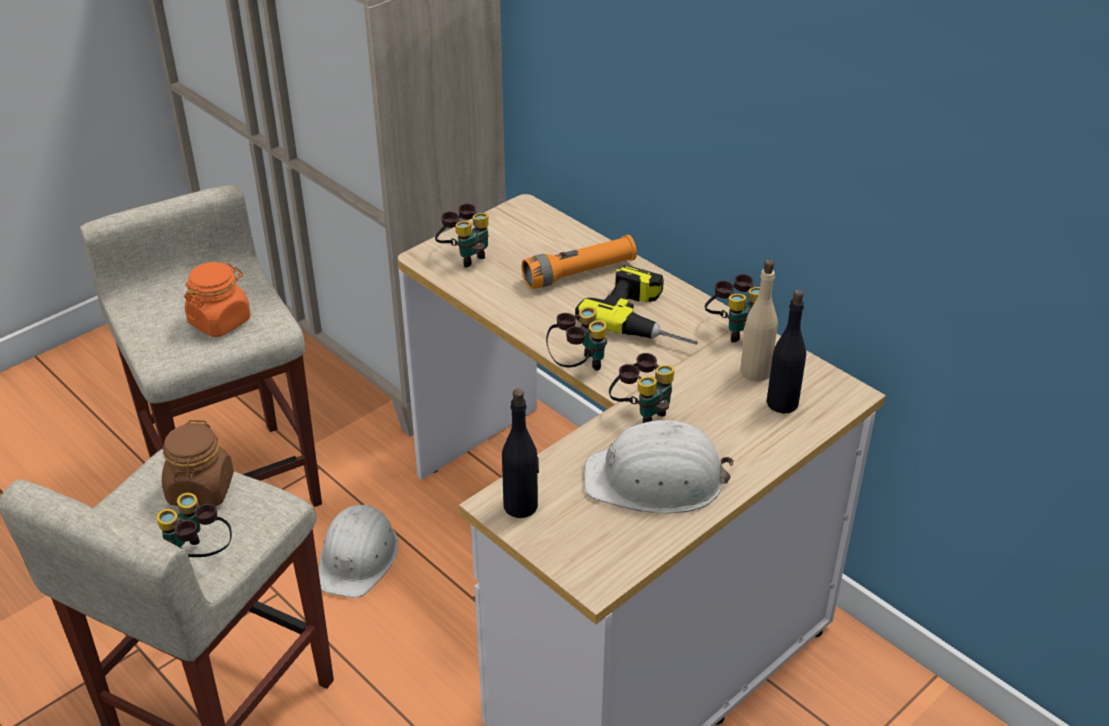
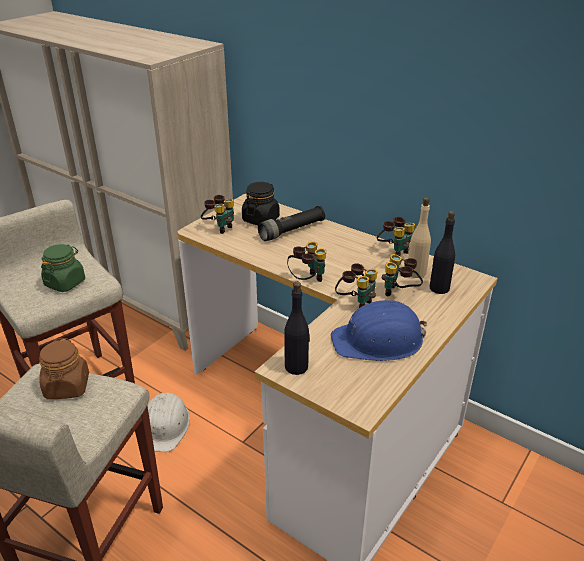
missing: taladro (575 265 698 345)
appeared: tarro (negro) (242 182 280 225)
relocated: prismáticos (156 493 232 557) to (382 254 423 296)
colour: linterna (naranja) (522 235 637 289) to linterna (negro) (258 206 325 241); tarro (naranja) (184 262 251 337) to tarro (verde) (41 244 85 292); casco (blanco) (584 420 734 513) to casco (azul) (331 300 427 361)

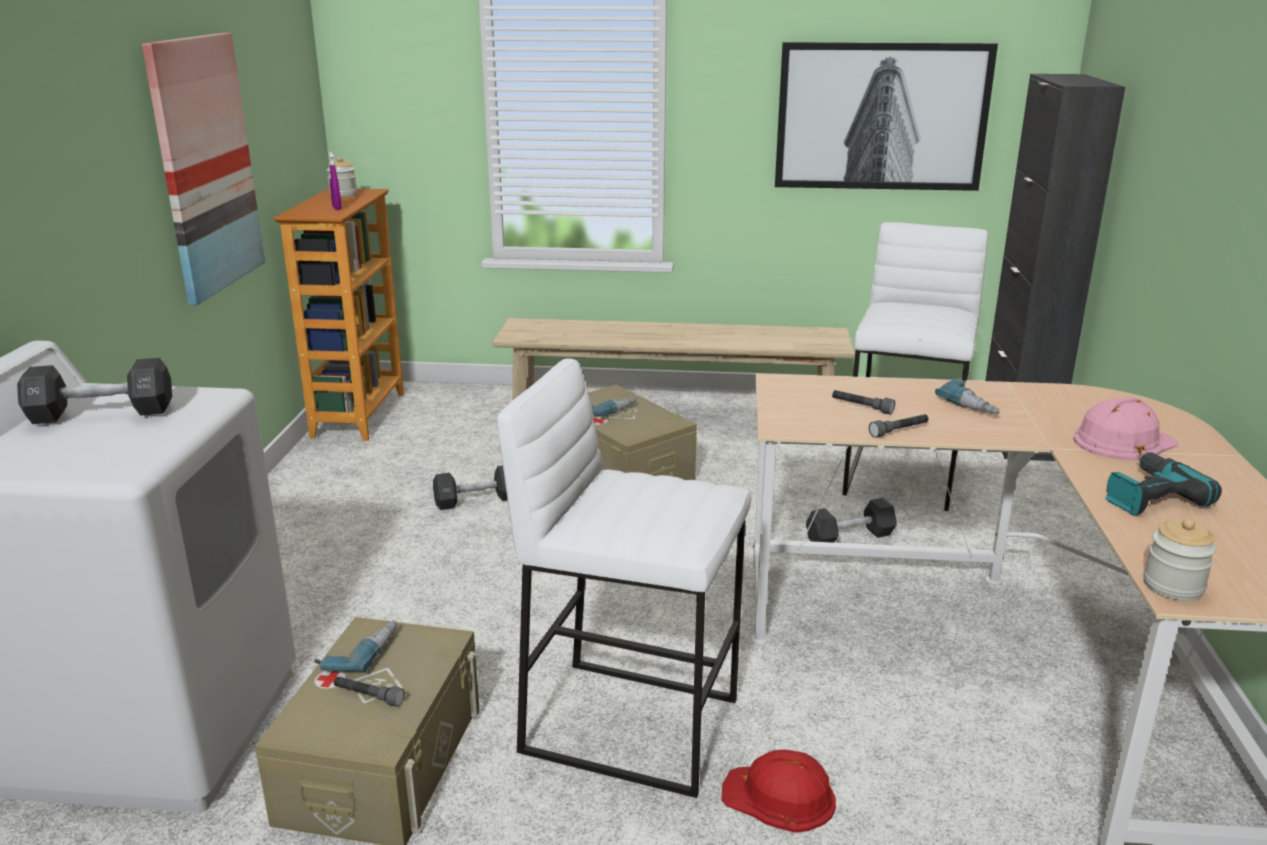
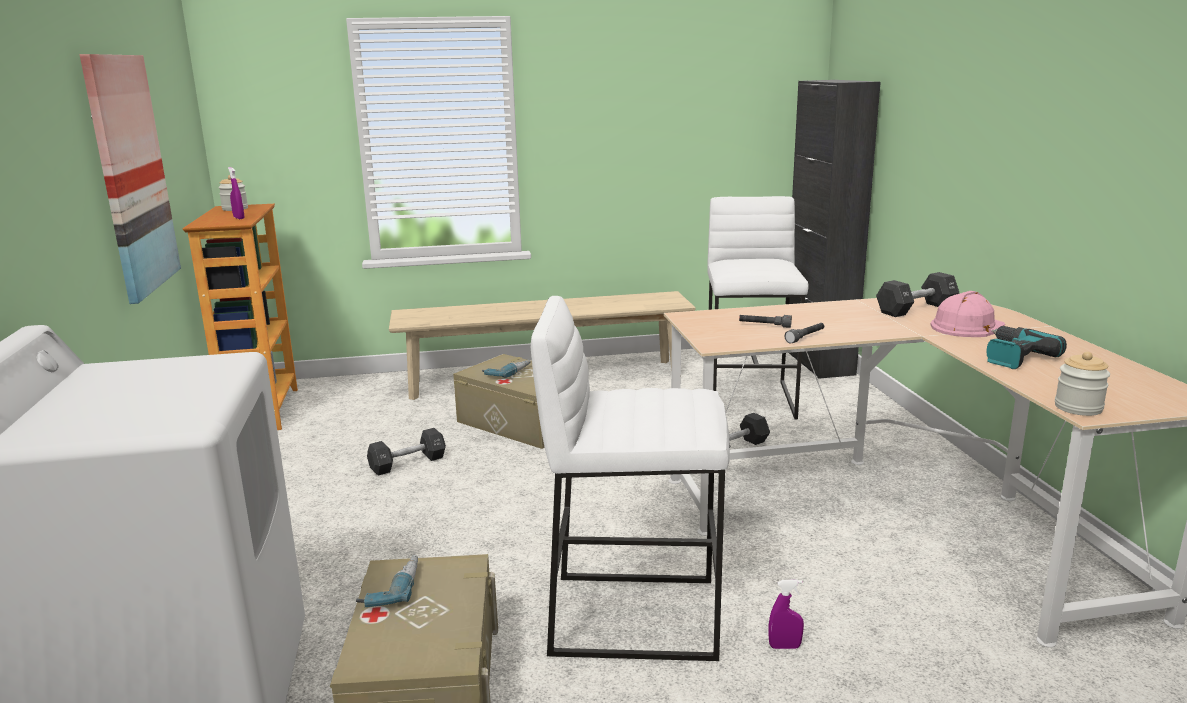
missing: cuadro (775 42 998 191); taladro (935 379 1000 414); linterna (gris) (334 677 405 707)
relocated: mancuerna (negro) (17 358 172 424) to (876 272 959 317)
exchanged: casco (rojo) (721 749 836 833) to pulverizador (morado) (768 579 804 649)

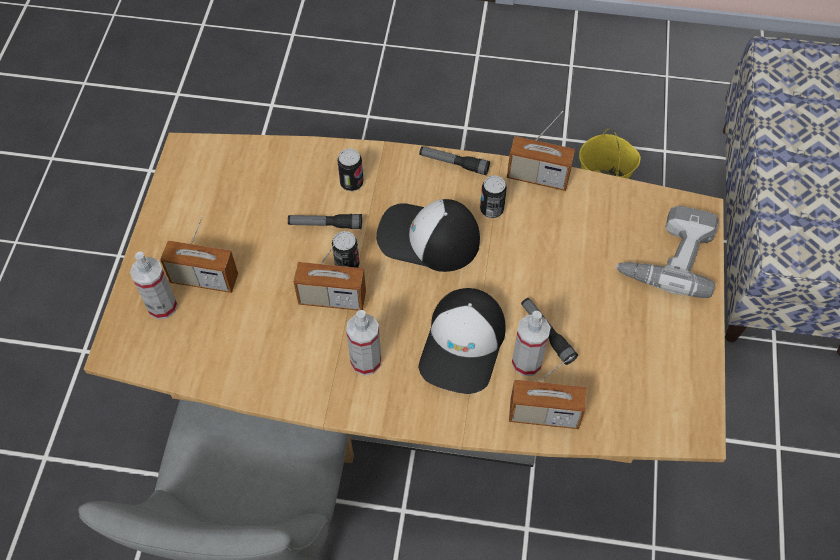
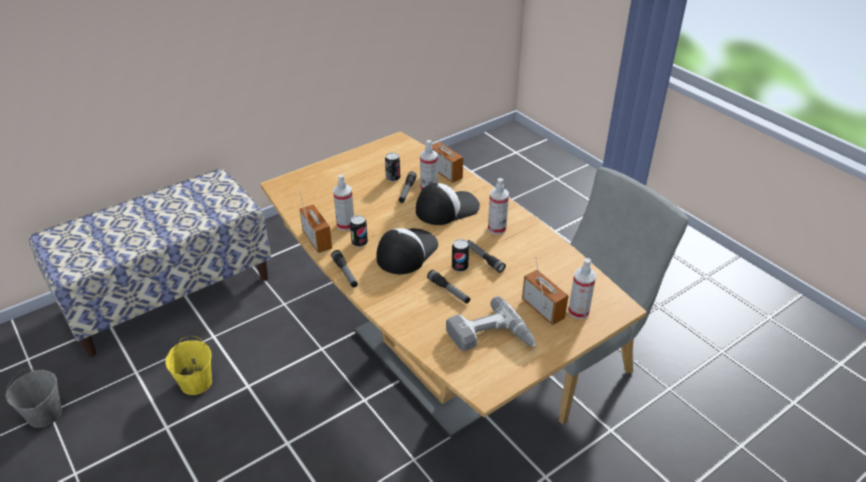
appeared: pulverizador (333 175 354 231); cubo (gris) (5 369 62 428)
relocated: lata (337 148 364 191) to (385 153 400 182); taladro (615 206 719 298) to (446 296 536 351)
exchanged: radio (294 235 366 310) to linterna (467 240 506 273)
spun: gorra (376 199 480 272) = (377 228 438 274) 120 degrees counterclockwise

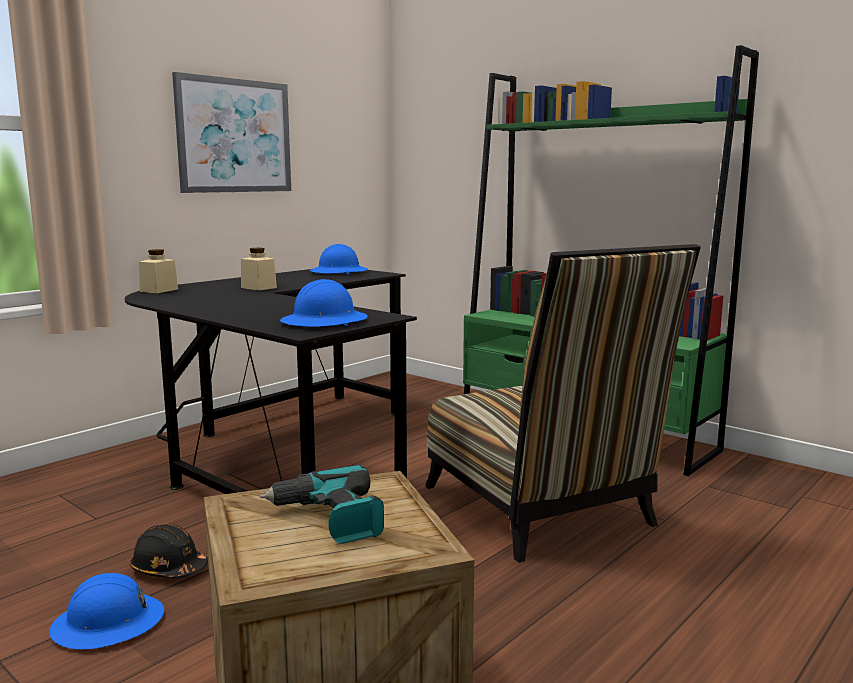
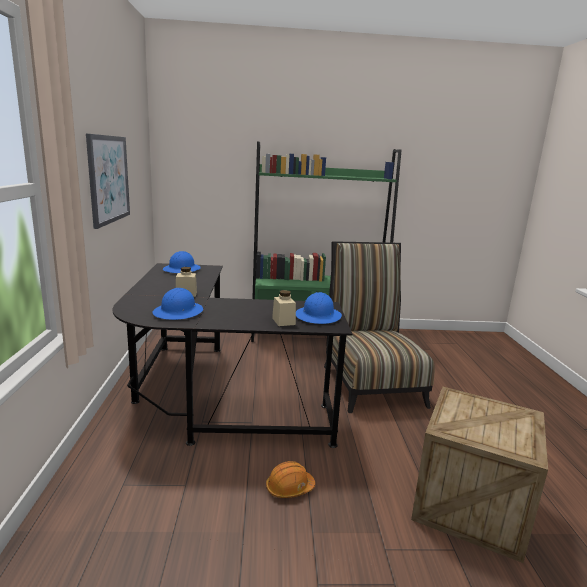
missing: taladro (260 464 384 544)
relocated: tarro (beis) (139 249 178 293) to (272 290 296 326); casco (azul) (49 573 164 650) to (153 288 203 320)
colour: casco (negro) (130 523 208 578) to casco (naranja) (266 461 315 498)
spun: silla (425 244 701 563) = (324 241 435 413) 120 degrees counterclockwise

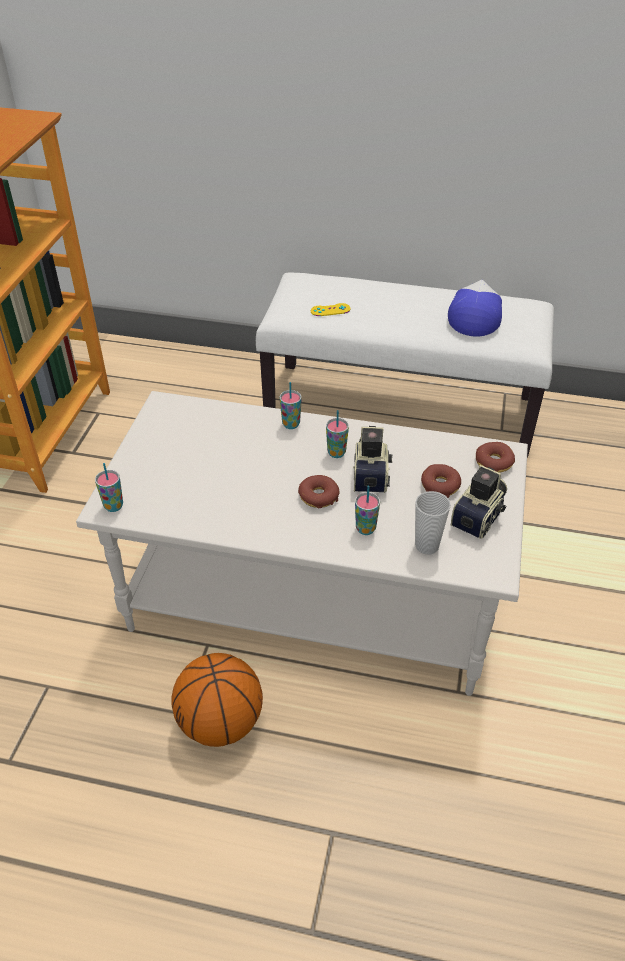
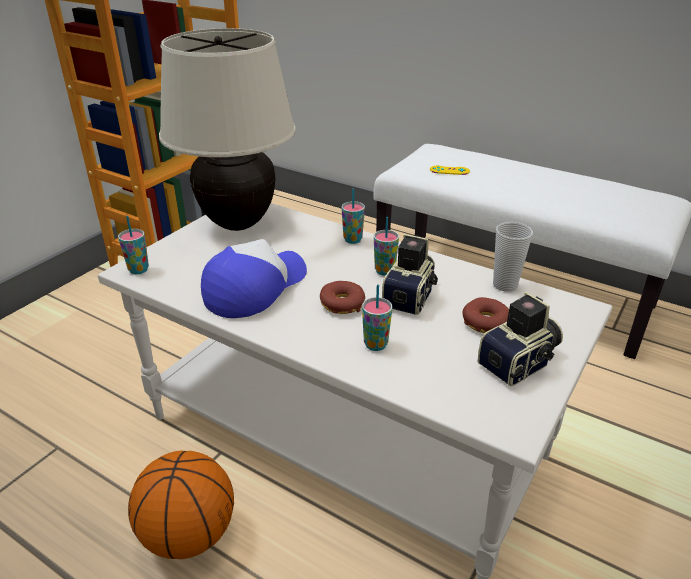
missing: rosquilla (476 442 515 473)
appeared: lámpara de mesa (beis) (159 28 296 231)
relocated: gorra (448 280 502 337) to (201 239 307 318); taza (415 491 451 555) to (493 222 533 292)

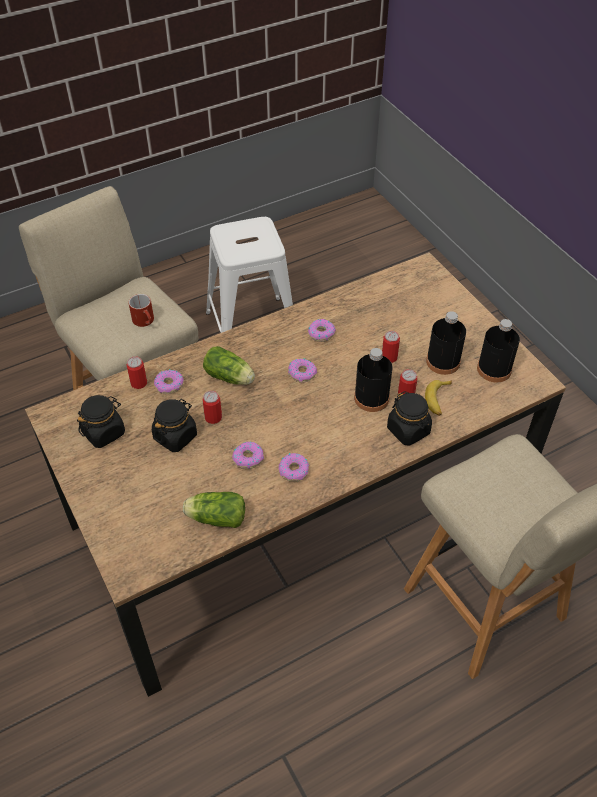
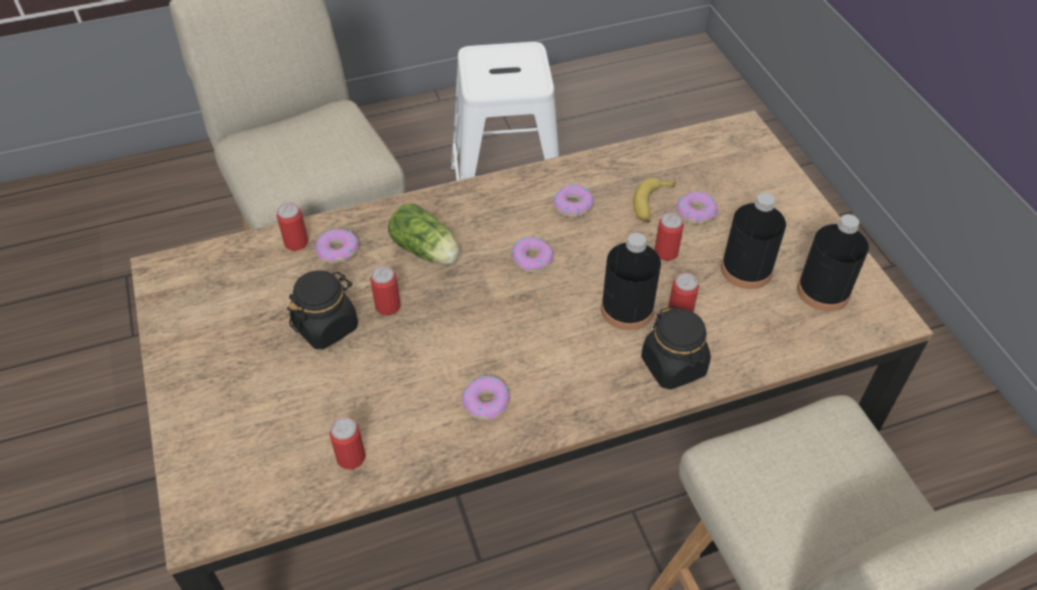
missing: taza grande (rojo) (128 294 154 327); tarro (negro) (77 395 125 448)
relocated: plátano (425 380 452 416) to (633 178 676 223); rosquilla (232 441 264 469) to (676 191 718 224)
exchanged: lechuga (183 492 245 528) to lata (329 417 365 469)

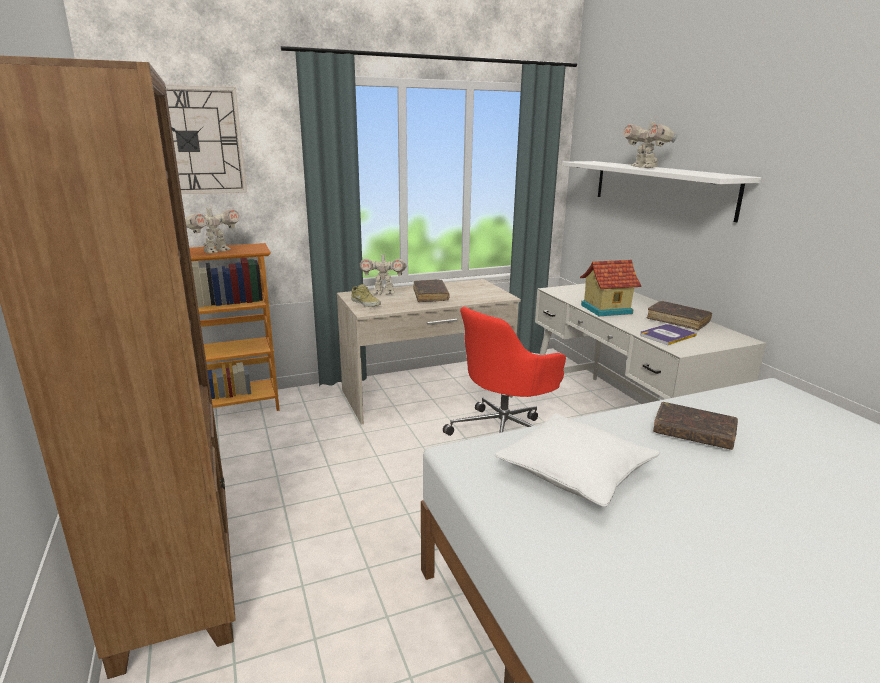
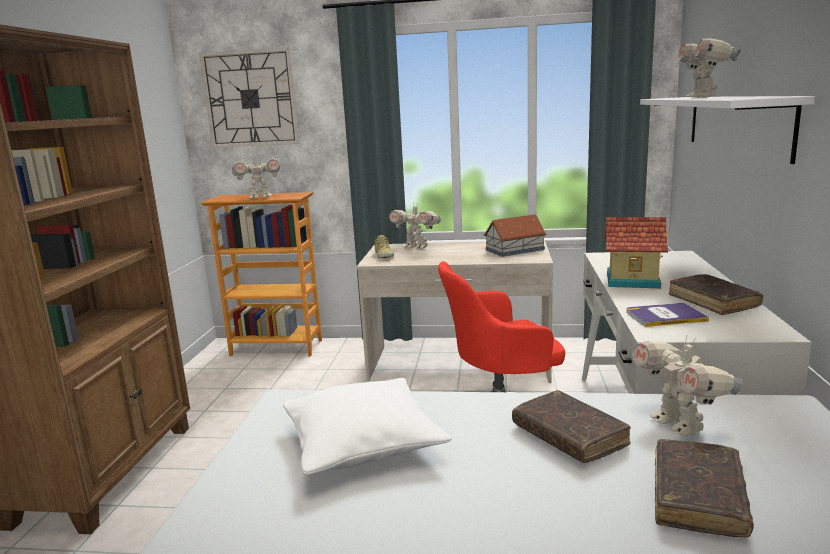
appeared: casita (484 214 546 257); robot de juguete (632 336 743 436)
relocated: libro (marrón) (413 280 449 302) to (655 439 754 538)

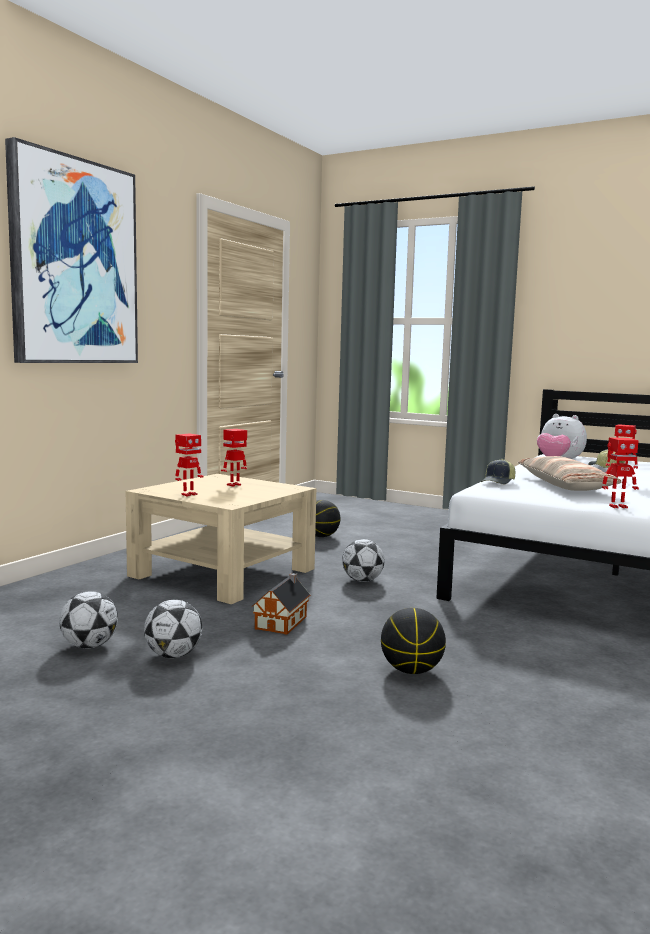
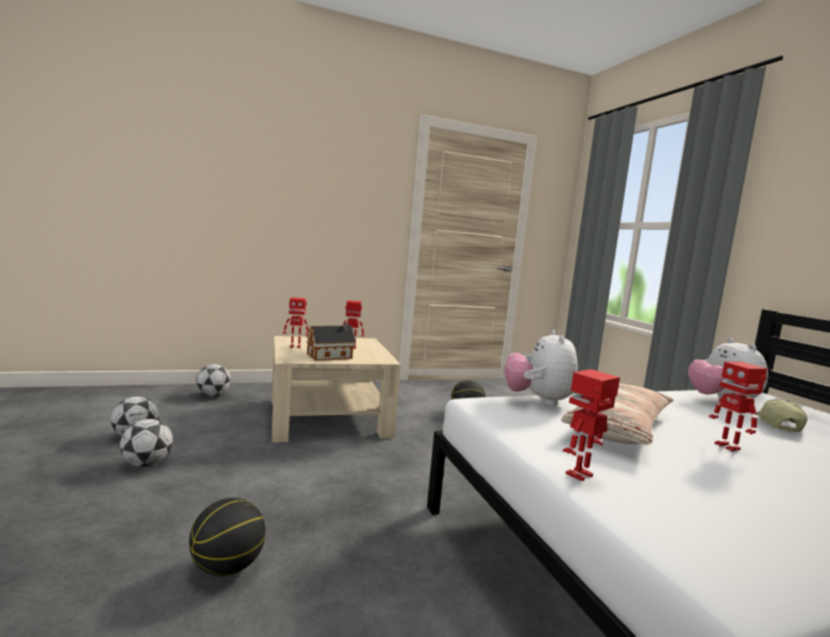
missing: cuadro (5 137 138 363)
relocated: balón de fútbol (342 539 385 582) to (196 364 231 397); casita (252 573 310 635) to (306 323 356 361)
exchanged: gorra (481 459 515 484) to peluche (504 330 578 406)
spun: robot de juguete (602 438 639 508) = (563 369 620 481) 105 degrees clockwise

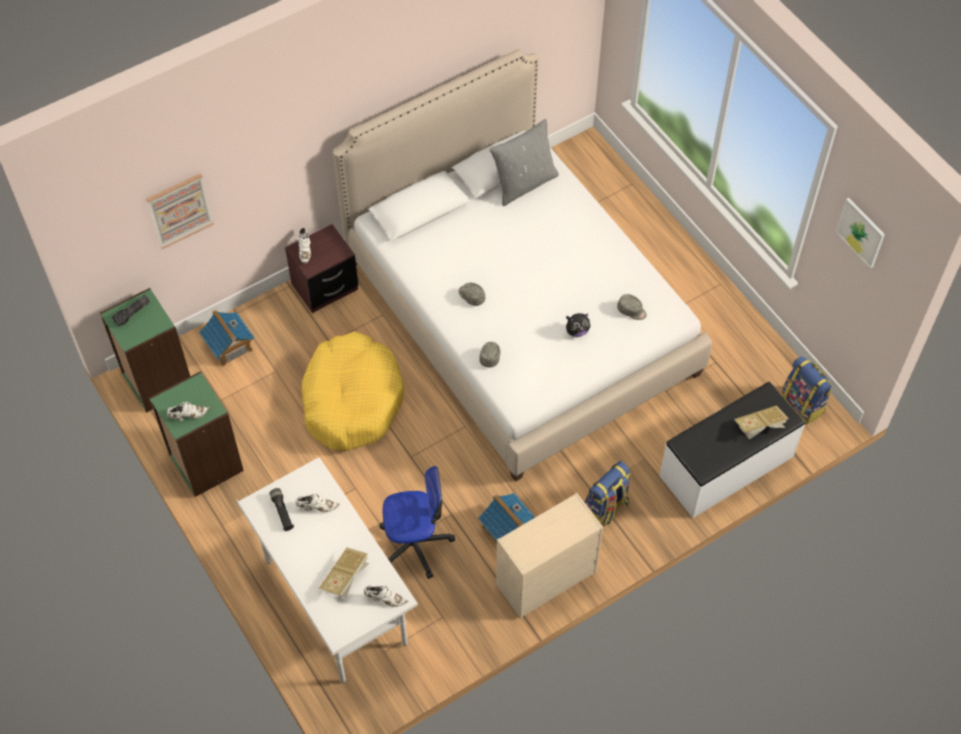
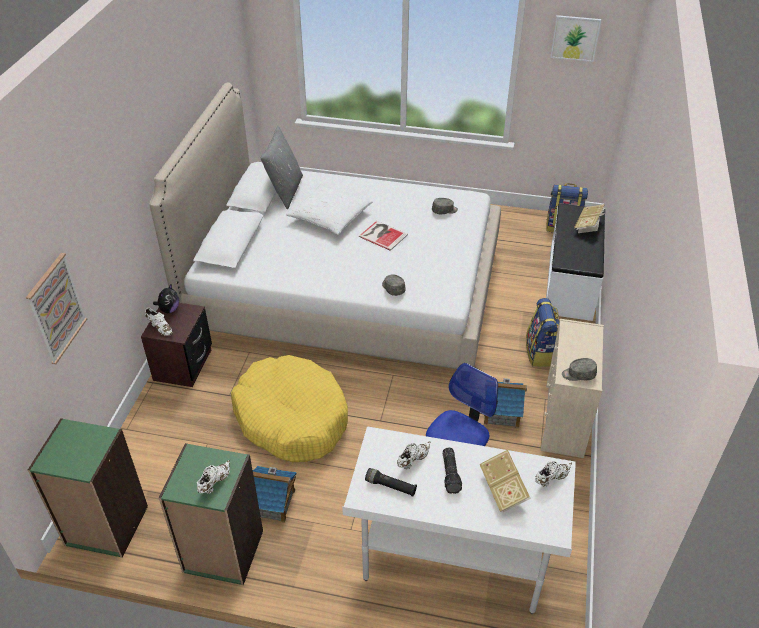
appeared: cojín (blanco) (286 184 372 235); libro (359 221 408 251)
relocated: gorra (gris) (459 283 485 306) to (562 358 597 381); linterna (112 295 150 326) to (443 448 462 494); casita (199 310 255 367) to (253 466 296 523); peluche (566 313 590 337) to (153 283 179 313)

